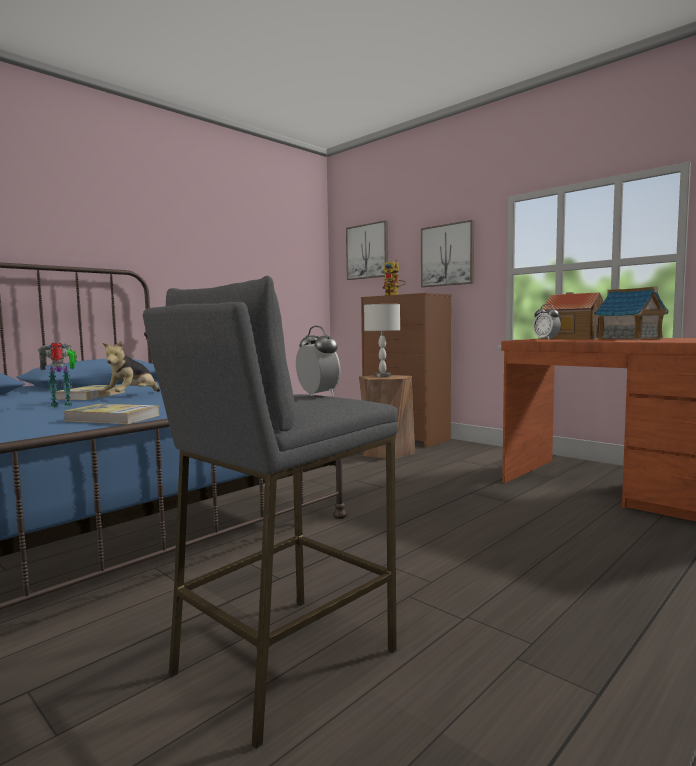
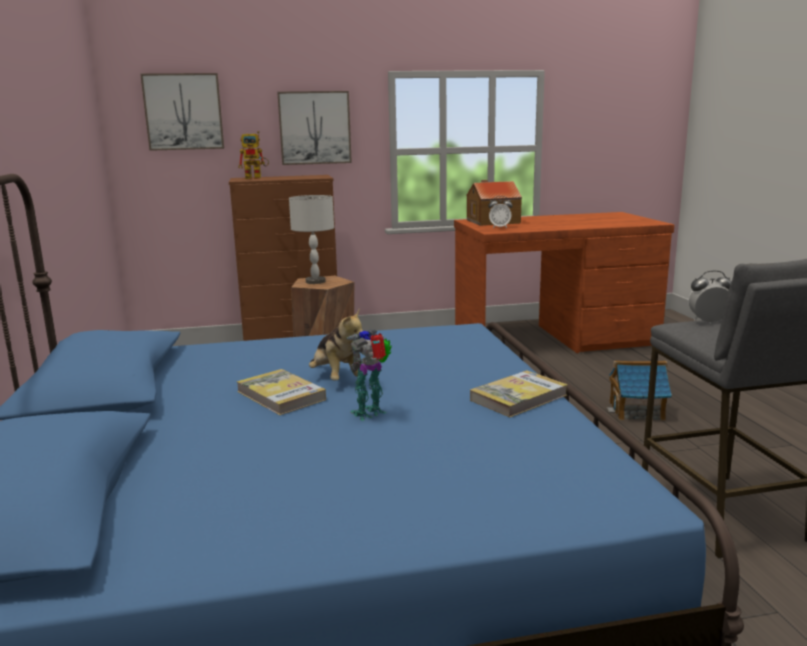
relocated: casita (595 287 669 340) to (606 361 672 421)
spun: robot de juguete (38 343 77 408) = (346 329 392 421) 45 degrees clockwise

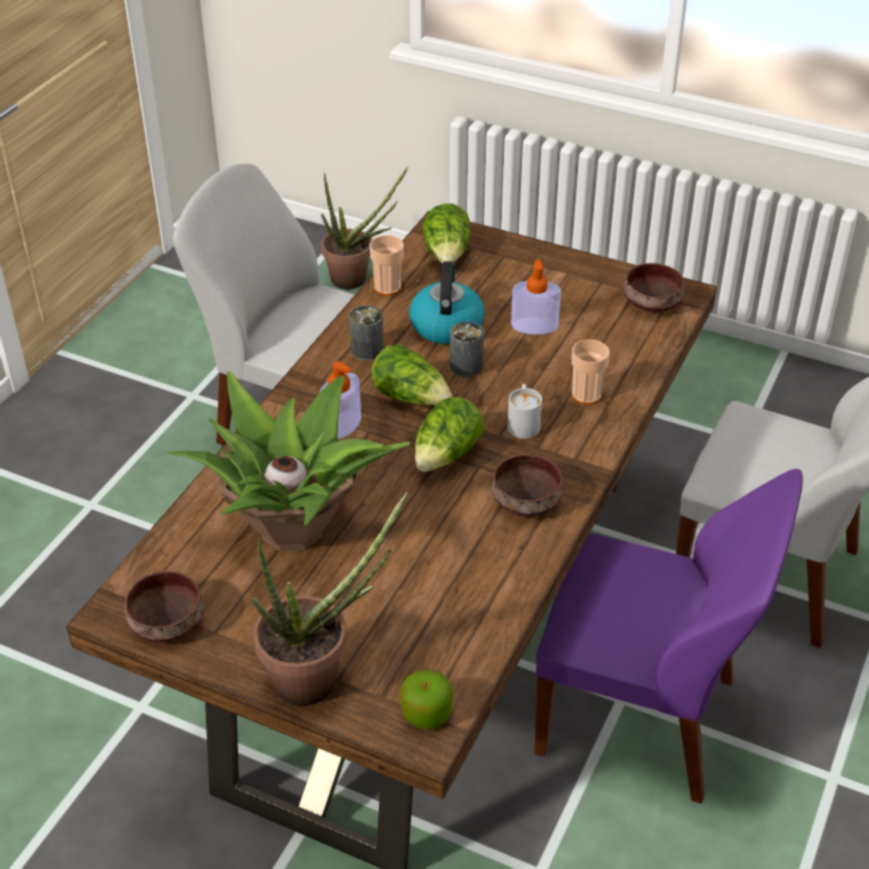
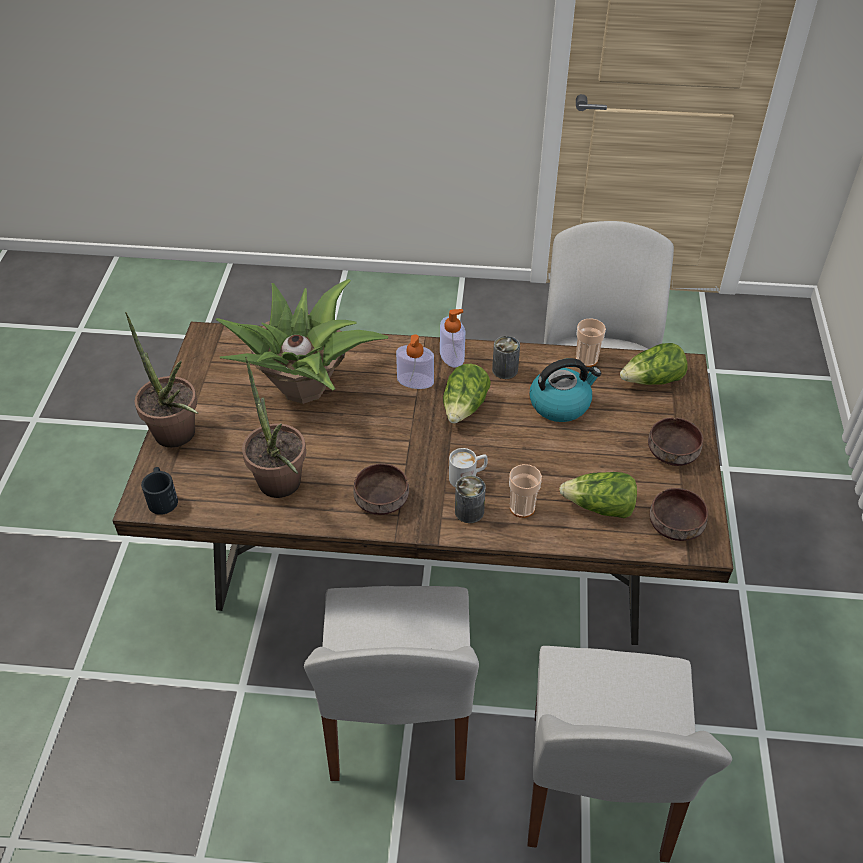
relocated: planta en maceta (321 166 409 289) to (242 356 306 498); dispensador de jabón (511 259 561 335) to (440 309 465 368); lata (450 322 484 378) to (455 475 486 523); lechuga (415 397 484 472) to (559 472 637 518); cuenco (marrón) (125 571 204 642) to (648 417 703 466)
exchanged: manzana (400 670 453 729) to taza grande (negro) (141 467 178 515)
colour: silla (morado) (534 469 803 804) to silla (blanco) (304 586 479 781)

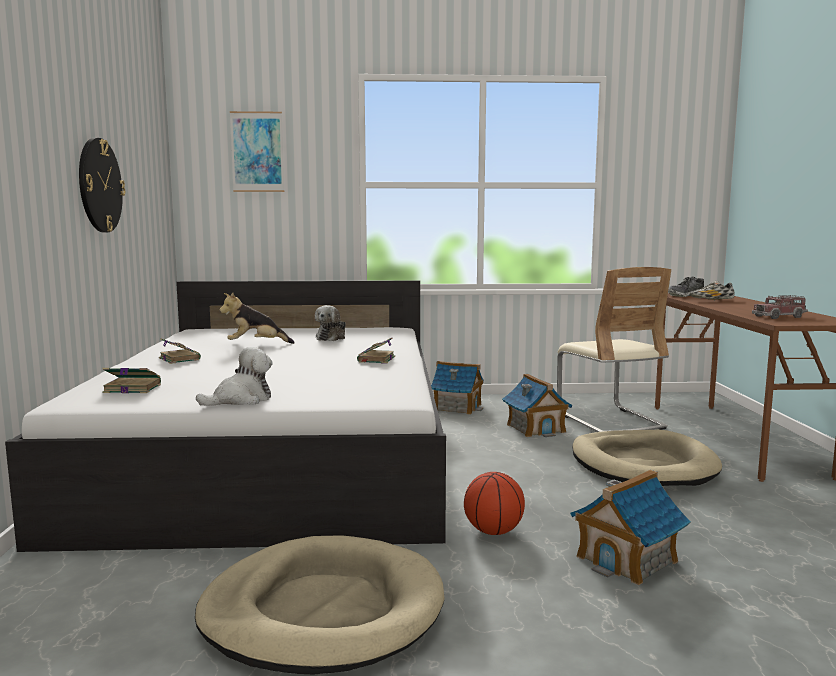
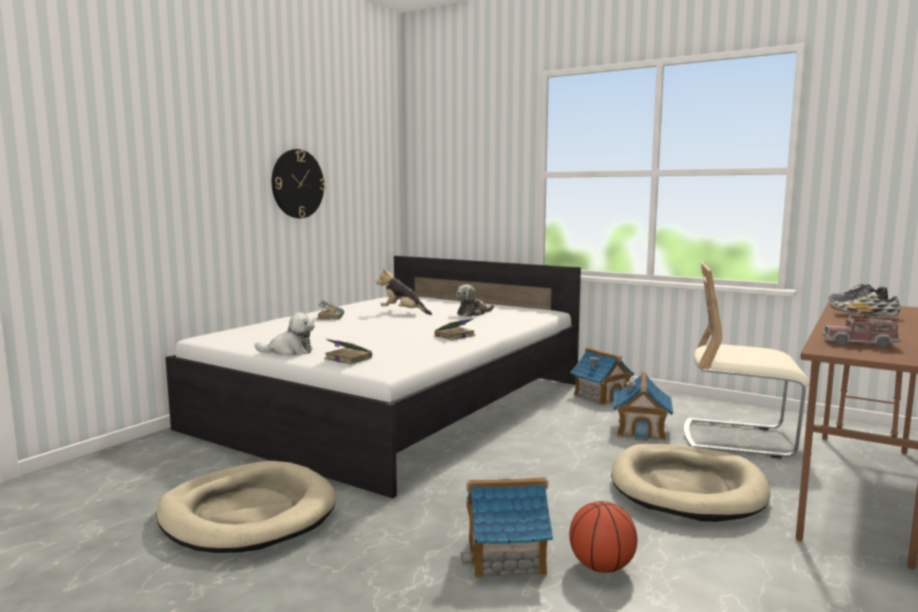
missing: cuadro (230 111 285 192)
relocated: libro (102 368 161 393) to (324 339 372 365); balón de baloncesto (464 472 525 535) to (569 501 637 573)
spun: silla (beis) (557 267 671 432) = (684 262 810 458) 90 degrees clockwise

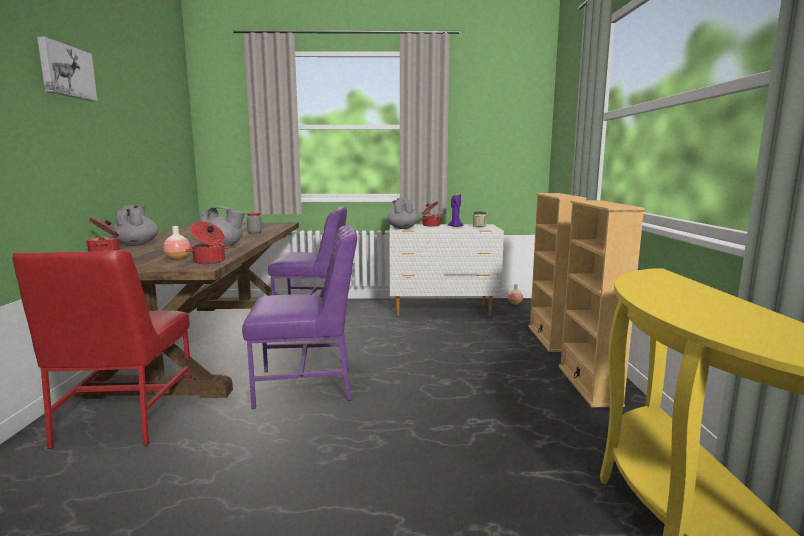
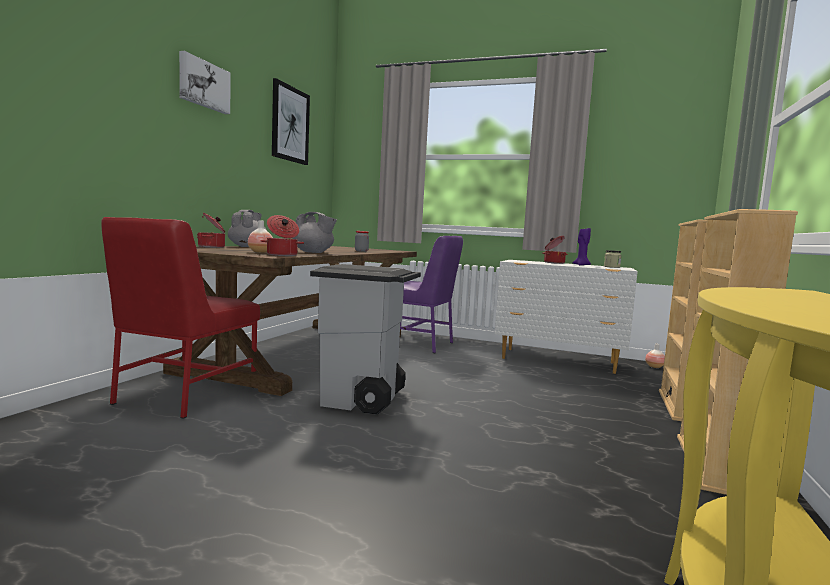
missing: tetera (gris) (387 198 419 229)
appeared: cuadro (272 78 310 165)
exchanged: silla (morado) (242 225 357 409) to papelera (gris) (310 264 421 414)

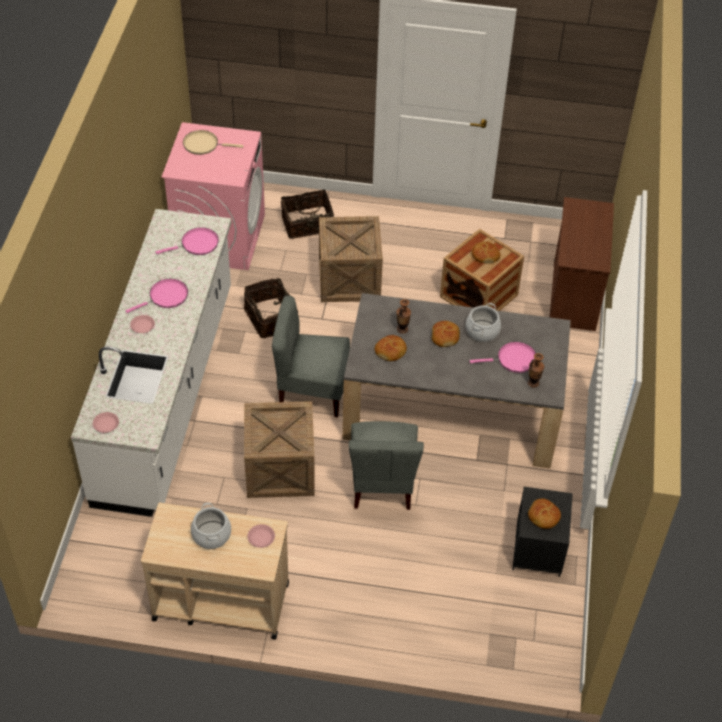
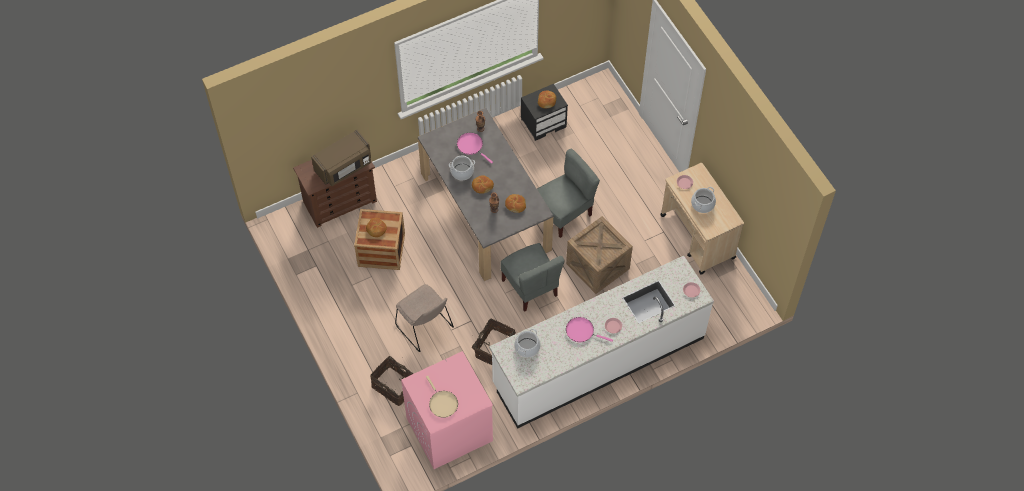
appeared: microondas (marrón) (311 130 371 186)
exchanged: caja de embalaje (319 216 383 302) to silla (beis) (395 284 454 352); sartén (rosa) (156 227 219 255) to olla (515 329 541 358)

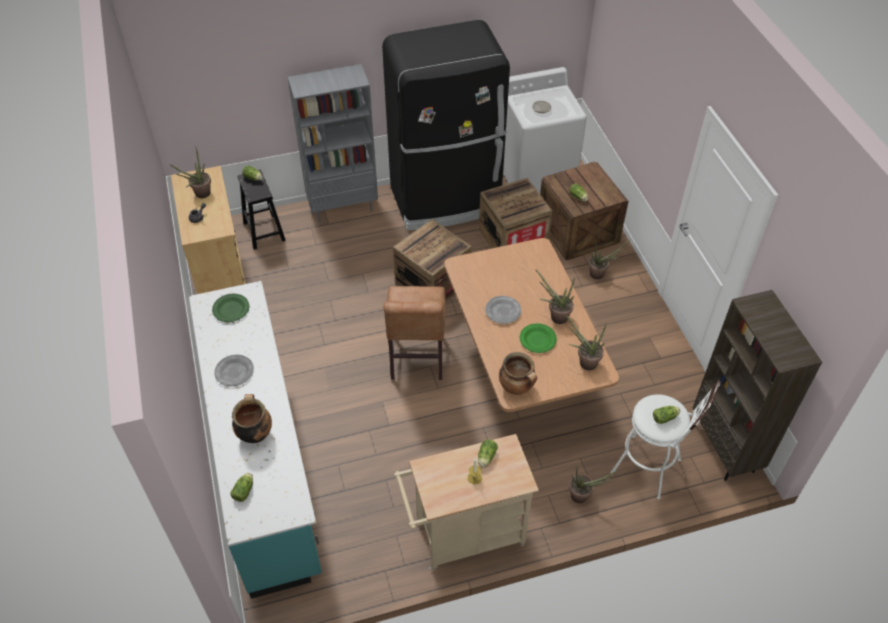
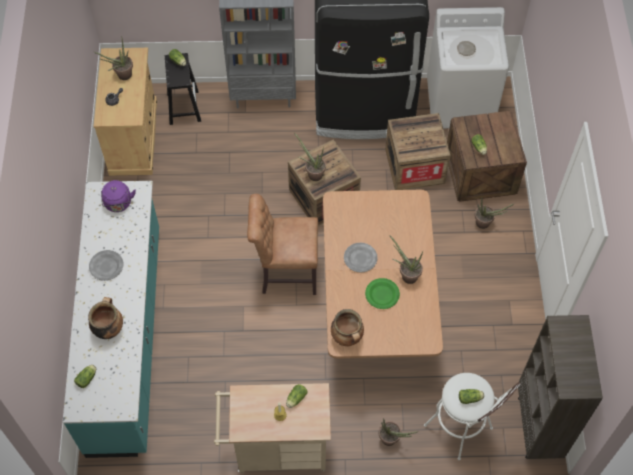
relocated: planta en maceta (566 315 606 370) to (294 133 326 181)
exchanged: plato (verde) (212 294 249 322) to hervidor (morado) (101 180 136 212)
spun: silla (marrón) (383 286 446 380) = (247 194 318 295) 75 degrees clockwise

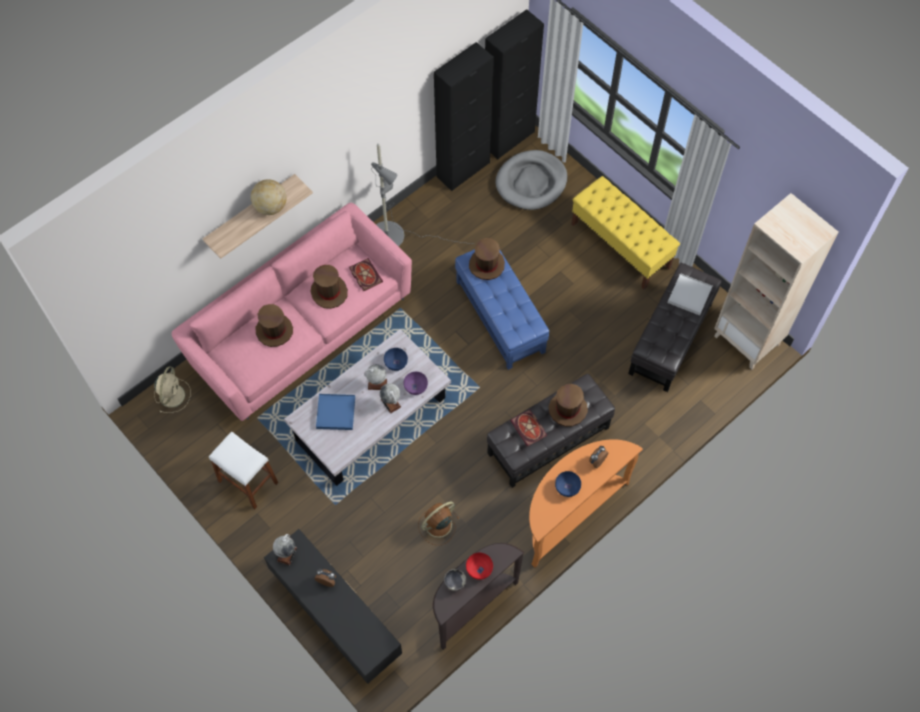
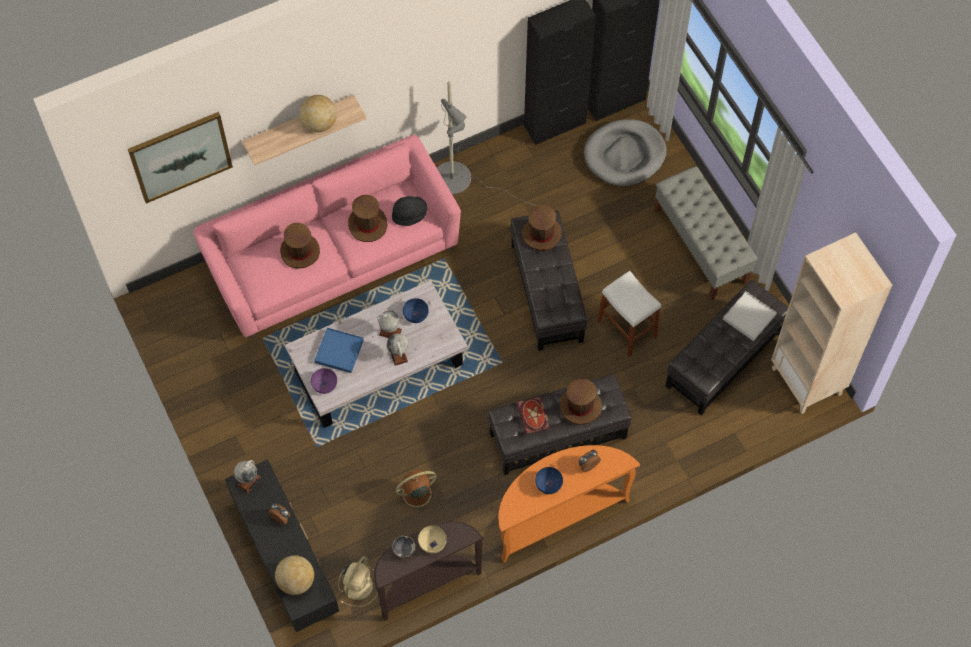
appeared: cuadro (128 112 233 203); globo terráqueo (275 555 314 595)
relocated: ventilador (beis) (154 366 191 413) to (339 556 378 607); cuenco (morado) (403 372 428 395) to (311 368 337 394); taburete (blanco) (209 432 278 509) to (596 271 661 357)
exchanged: libro (349 258 383 291) to sombrero (negro) (392 196 428 226)
colour: banco (amarillo) (571 176 680 290) to banco (gris) (654 166 758 301); puf (azul) (455 249 549 370) to puf (negro) (511 210 587 351); cuenco (rojo) (466 553 493 580) to cuenco (beis) (418 525 447 553)

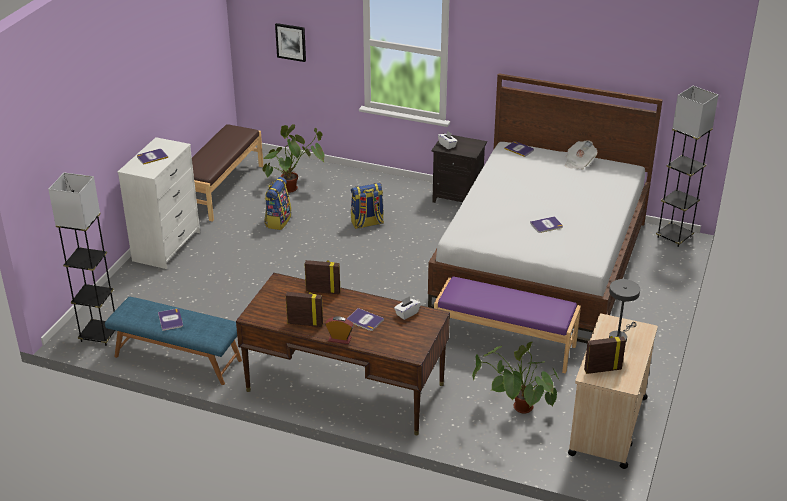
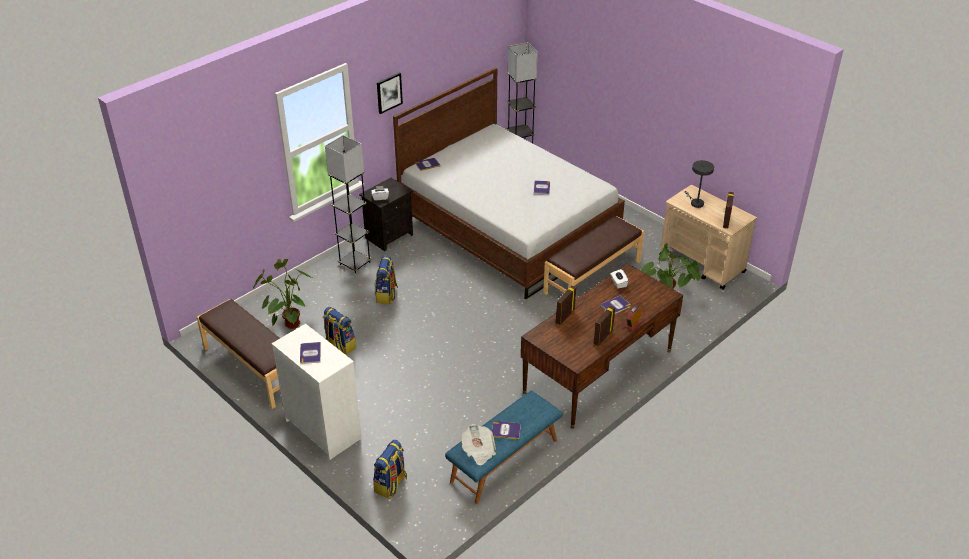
appeared: mochila (373 440 407 498)
relocated: cuadro (275 23 306 62) to (377 72 403 114); periódico (565 140 597 170) to (462 424 496 465); lámpara de pie (gris) (48 172 115 346) to (325 135 372 273)
colour: banco (morado) (434 276 581 374) to banco (marrón) (543 216 644 295)

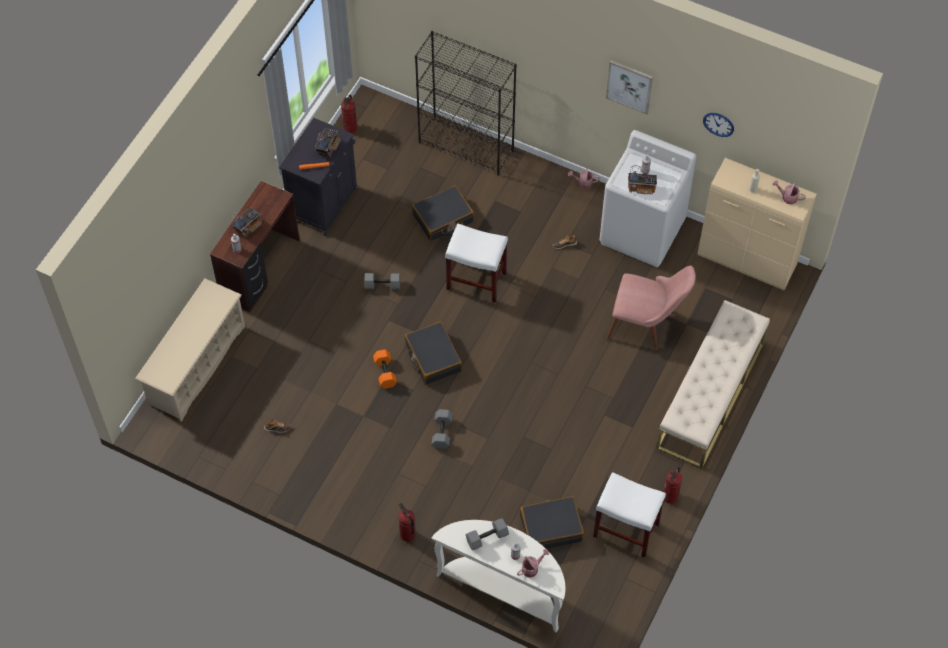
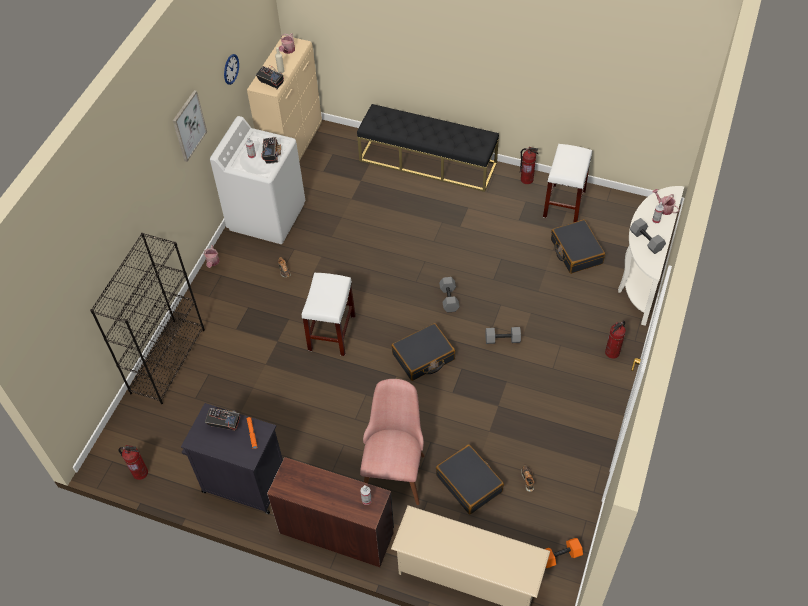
relocated: maleta (negro) (412 186 474 241) to (436 444 504 515); radio (231 207 262 237) to (256 65 284 90); silla (rosa) (606 266 696 350) to (360 379 425 505); mancuerna (gris) (364 273 400 289) to (439 277 459 313); mancuerna (naranja) (373 349 397 389) to (546 538 583 568)
colour: banco (beis) (656 300 770 469) to banco (negro) (357 104 499 192)

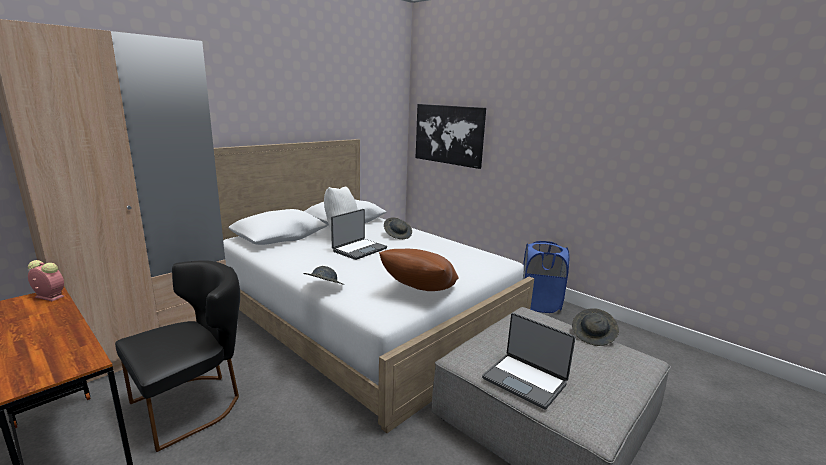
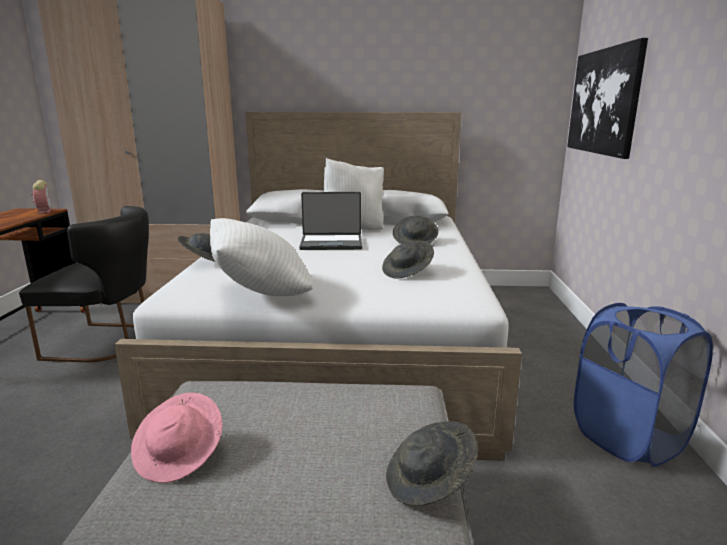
appeared: sombrero (gris) (382 241 434 279)
exchanged: portátil (482 313 575 410) to sombrero (rosa) (131 393 222 483)
colour: cojín (marrón) (379 249 458 291) to cojín (blanco) (210 218 313 296)

